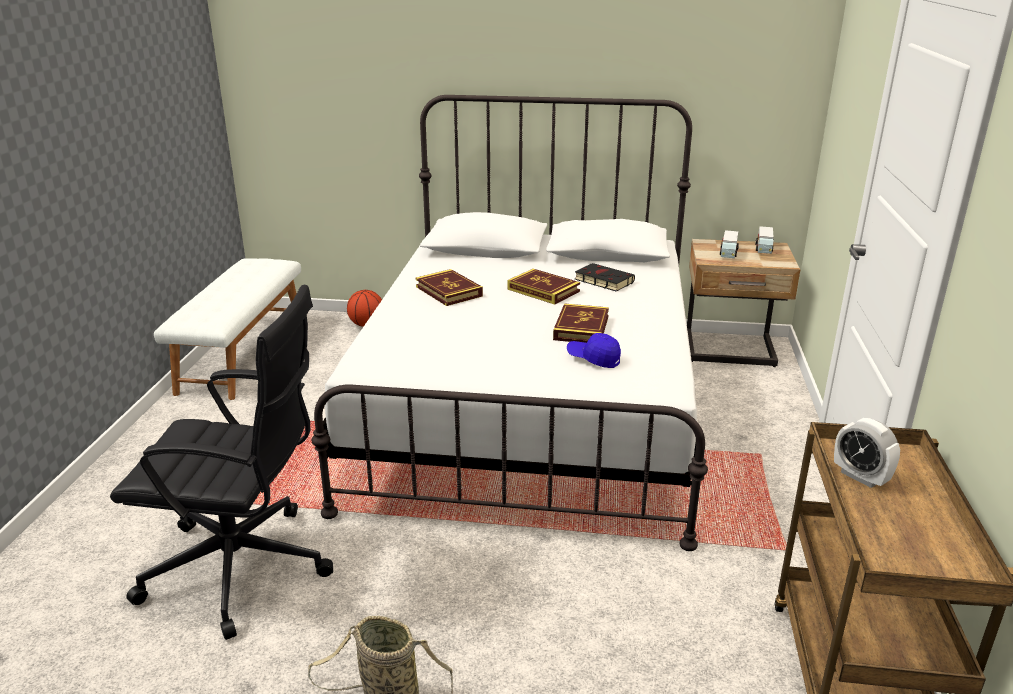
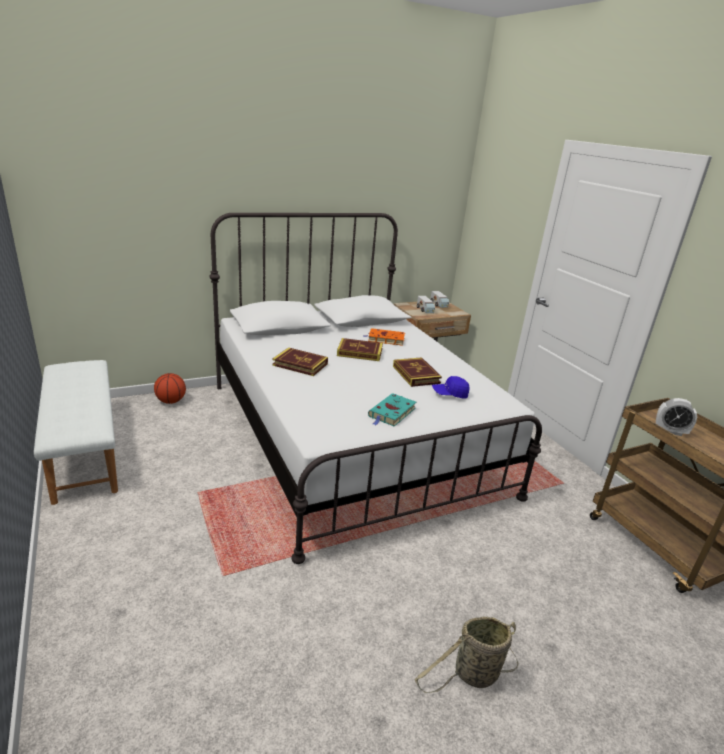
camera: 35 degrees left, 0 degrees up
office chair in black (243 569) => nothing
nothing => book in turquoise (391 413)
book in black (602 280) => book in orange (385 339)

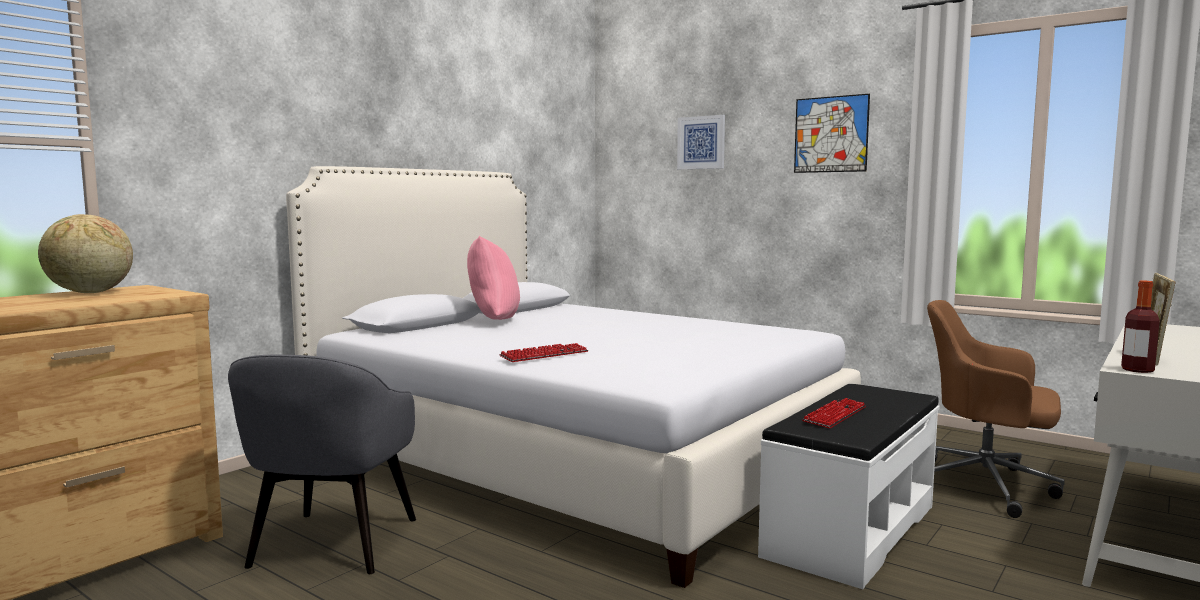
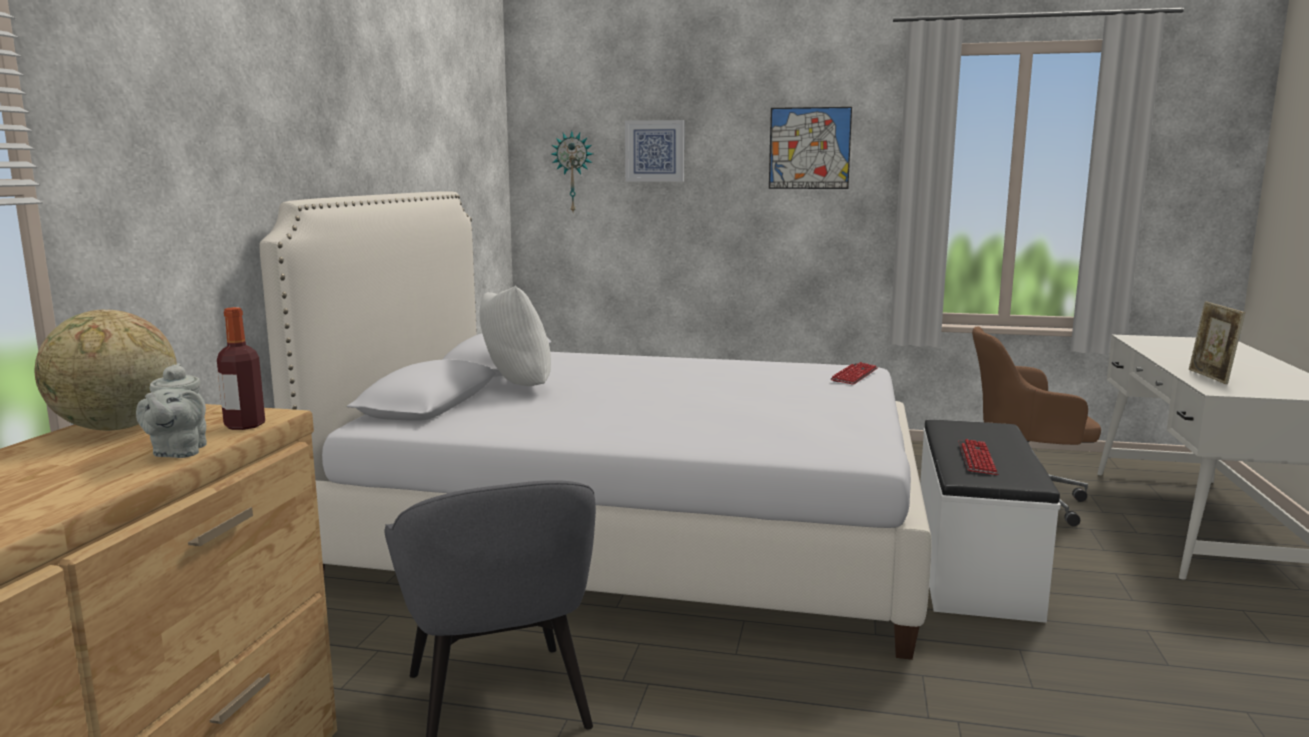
camera: 25 degrees left, 5 degrees up
nothing => teapot in grey (178 452)
nothing => wall clock (573 172)
keyboard (544 355) => keyboard (854 375), relocated
bottle (1137 370) => bottle (244 425), relocated
pillow in pink (492 321) => pillow in white (515 387)

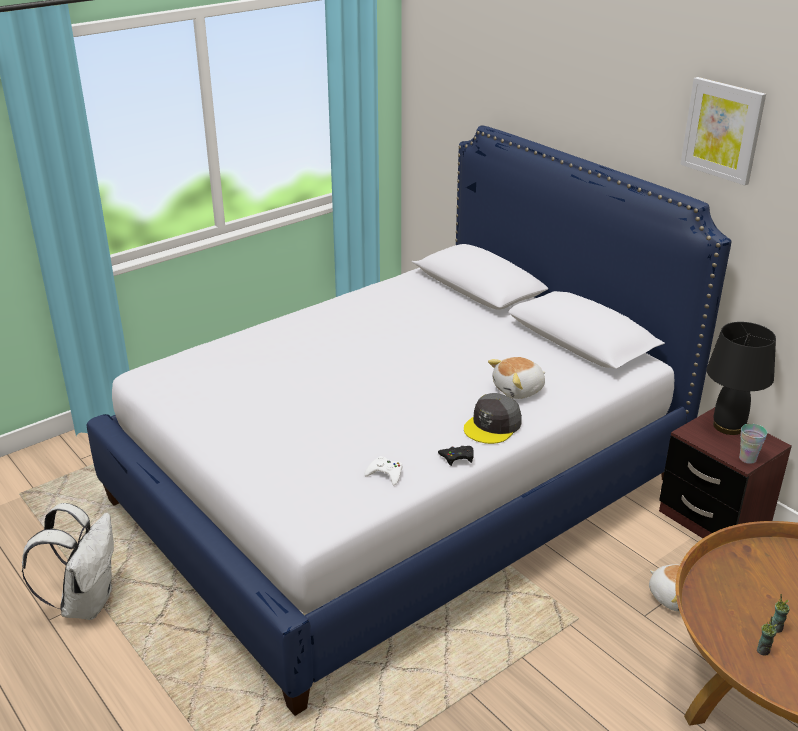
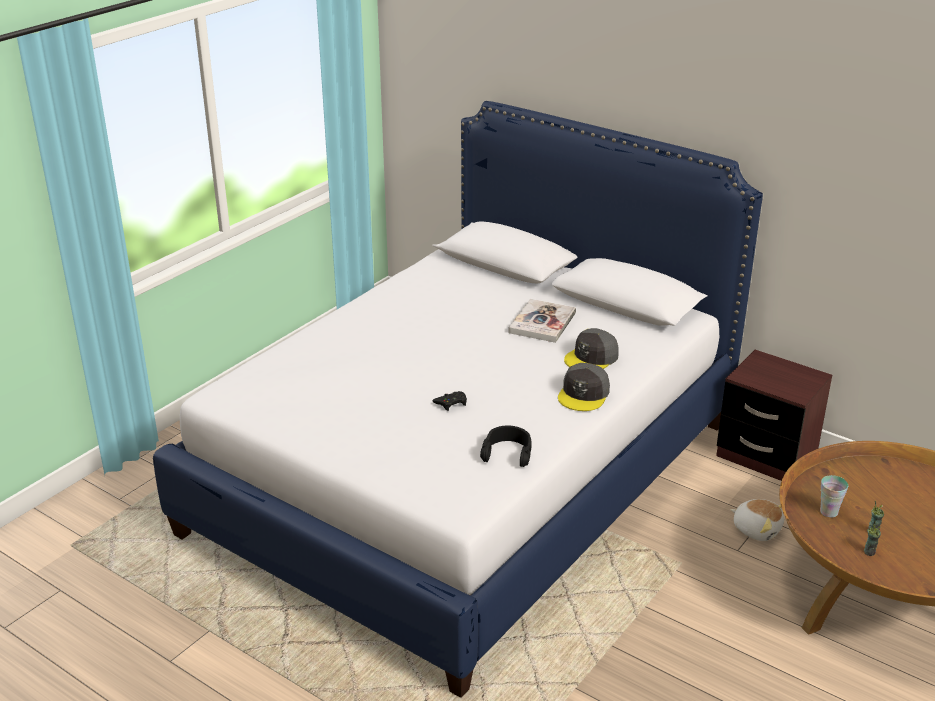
camera: 15 degrees left, 0 degrees up
backpack in white (86 602) => nothing
picture (723 130) => nothing
table lamp in black (728 426) => nothing
nothing => book (542 323)
game controller in black (457 457) => game controller in black (451 403), relocated
cup (747 458) => cup (828 512), relocated
game controller in white (385 474) => headphones in black (507 453)
plush toy (519 390) => cap in grey (592 358)

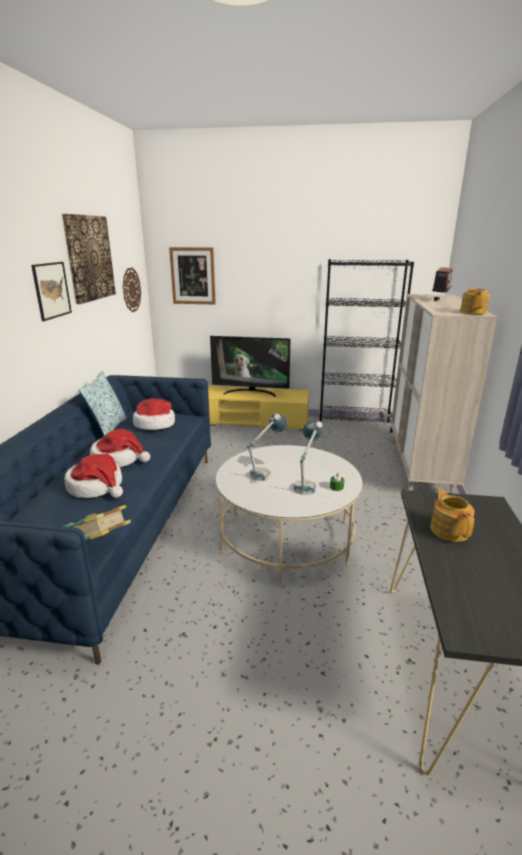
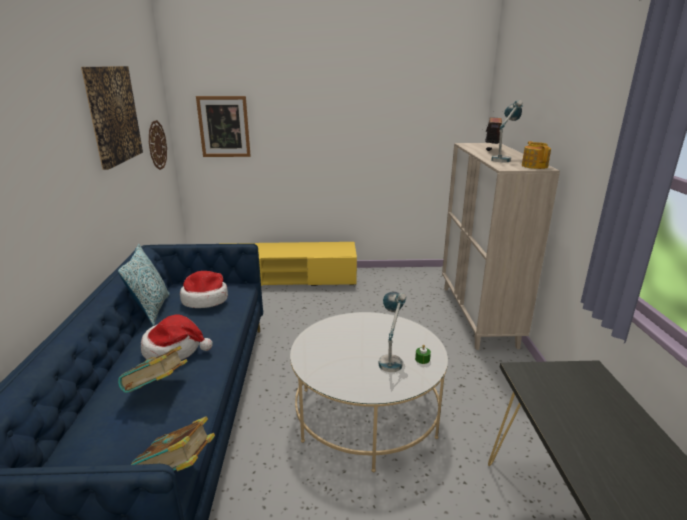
camera: 10 degrees left, 0 degrees up
picture (51 290) => nothing
television (251 392) => nothing
bookcase in black (354 425) => nothing
teapot (449 530) => nothing
table lamp (266 472) => table lamp (503 159), relocated
hat (96 486) => book (157 389)

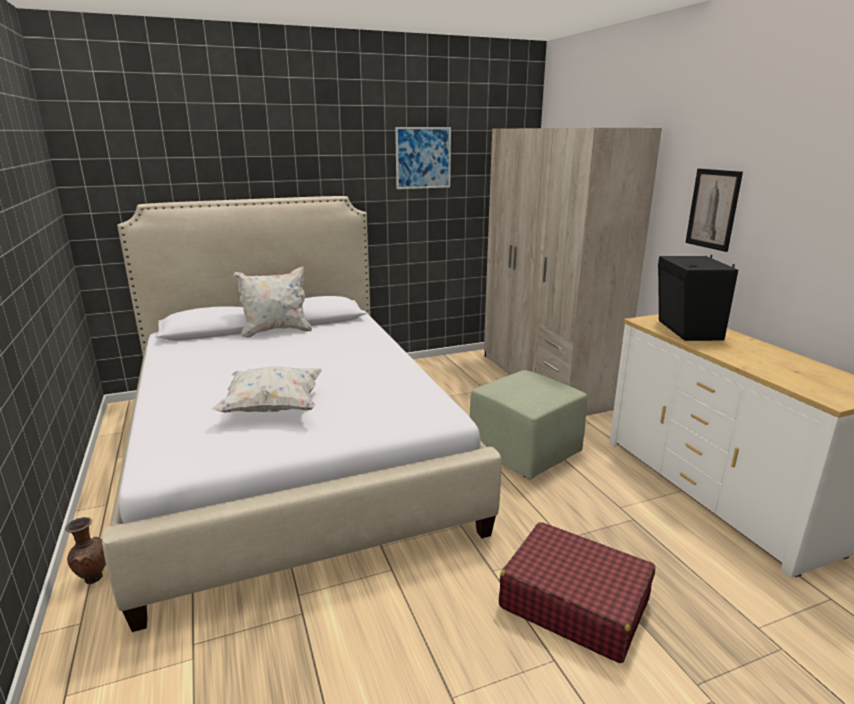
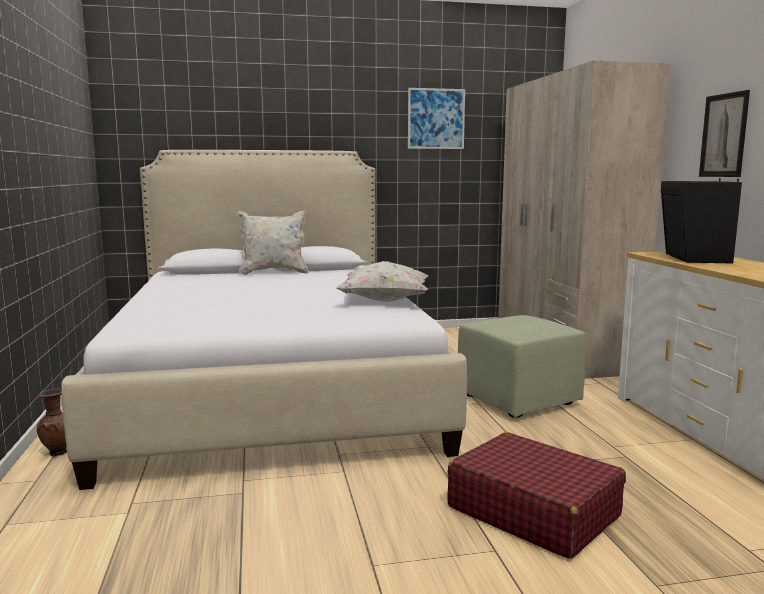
camera: 10 degrees right, 10 degrees down
pillow in white (273 408) => pillow in white (384 301), relocated

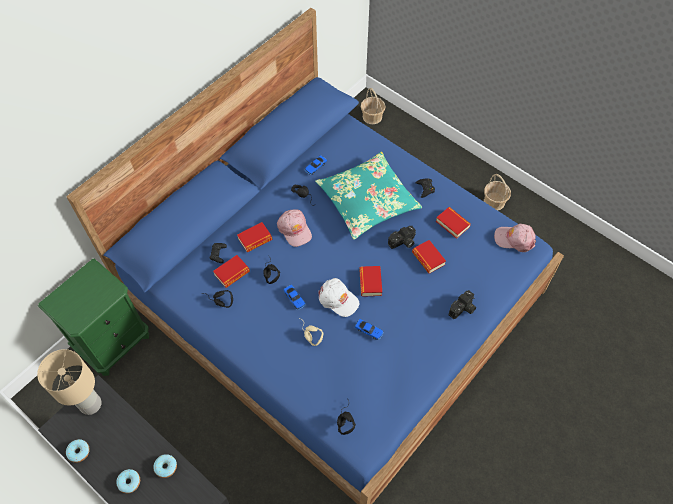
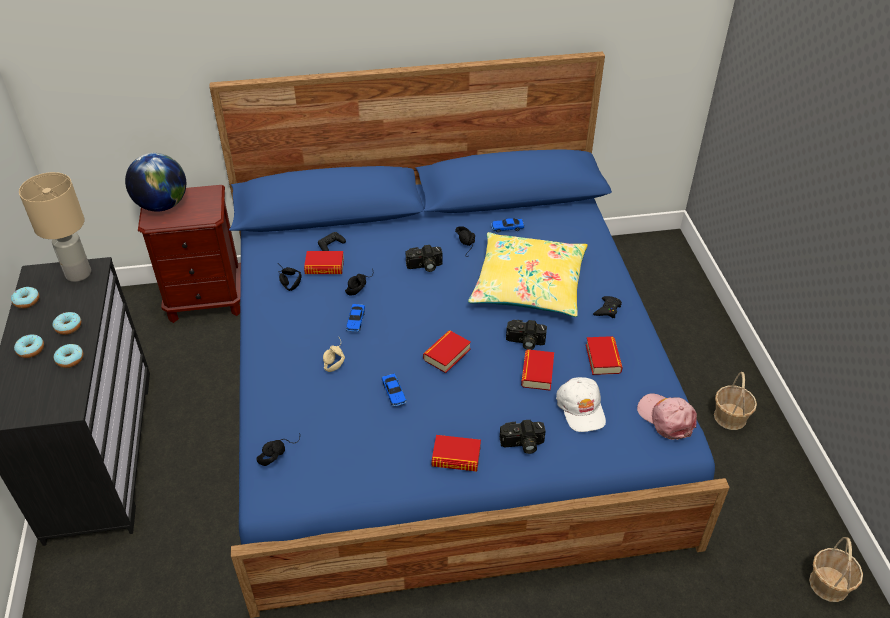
camera: 40 degrees right, 15 degrees down
nothing => donut (68 327)
nothing => globe (162 205)
book (255 239) => book (456 457), relocated
cap in white (338 299) => cap in white (581 408), relocated
basket (372 117) => basket (828 584), relocated
cap in pink (294 229) => photo camera (424 266)
nightstand in green (114 342) => nightstand in brown (206 300)
pillow in turquoise (367 201) => pillow in yellow (528 285)

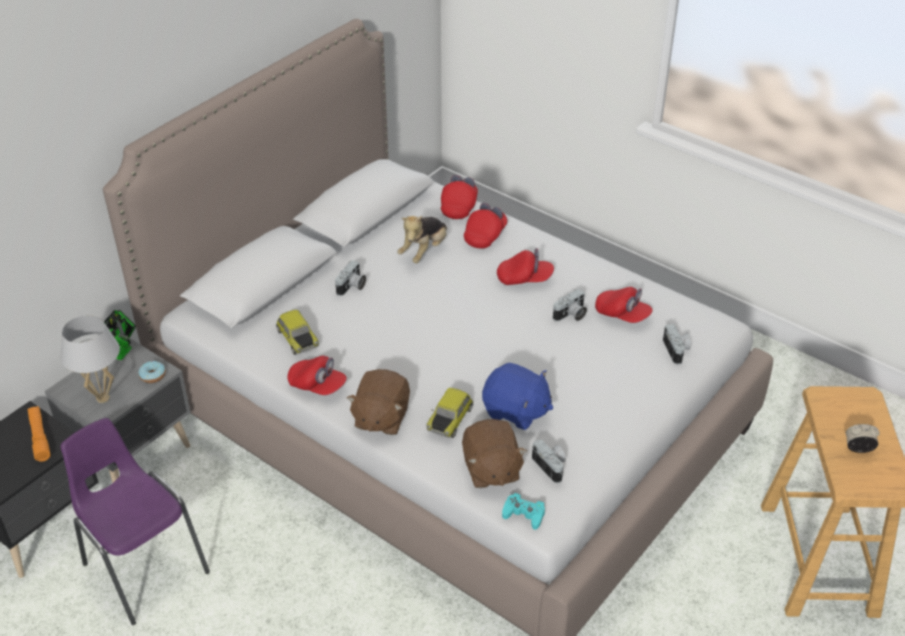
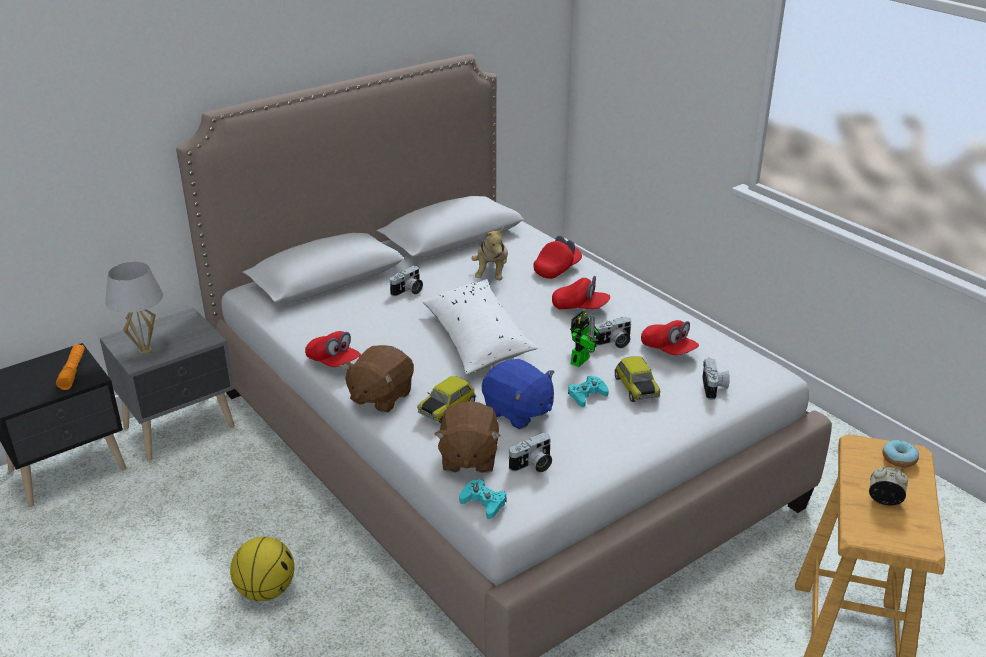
camera: 15 degrees right, 10 degrees down
chair in purple (143 567) => nothing
cap in red (459 206) => nothing
nothing => basketball (266 590)
nothing => pillow in white (477 339)
nothing => game controller in turquoise (587 395)
toy robot (124 350) => toy robot (581 359), relocated
donut (152 376) => donut (899 459), relocated
toy car (297 339) => toy car (635 388), relocated
plush toy (424 251) => plush toy (491 273), 45 degrees counterclockwise
photo camera (551 466) => photo camera (533 465), 75 degrees clockwise

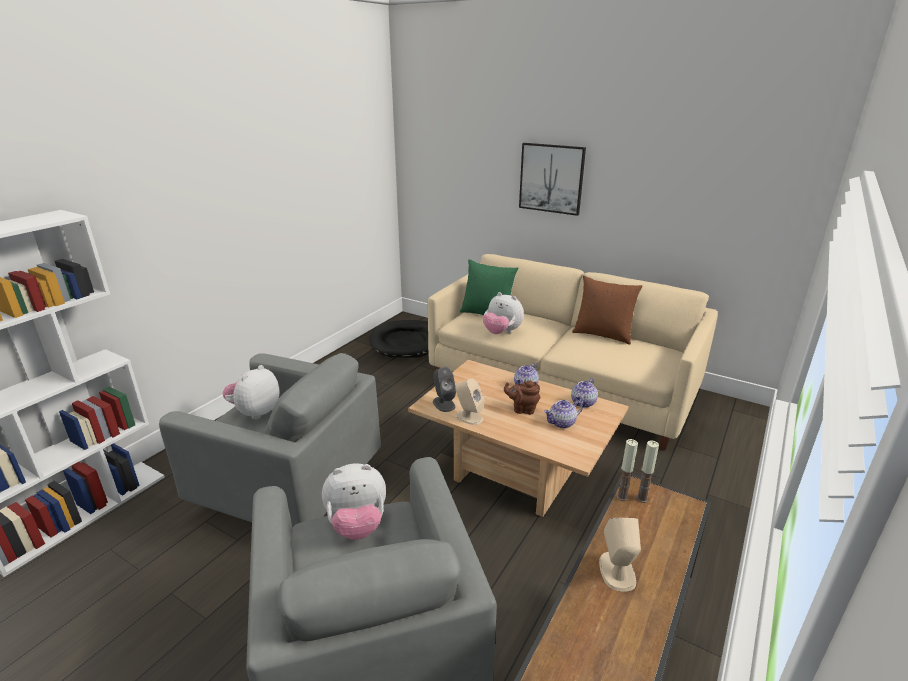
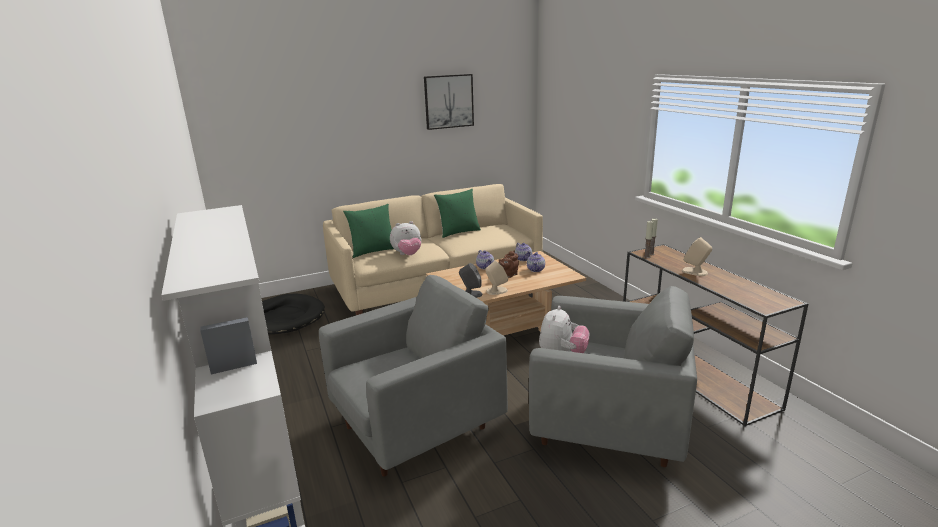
camera: 55 degrees left, 5 degrees down
plush toy (255 412) => nothing
picture (551 178) => picture (448 101), relocated
pillow in brown (603 334) => pillow in green (458 232)

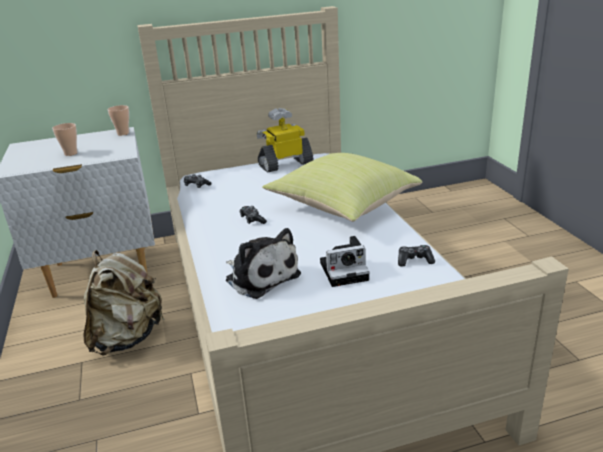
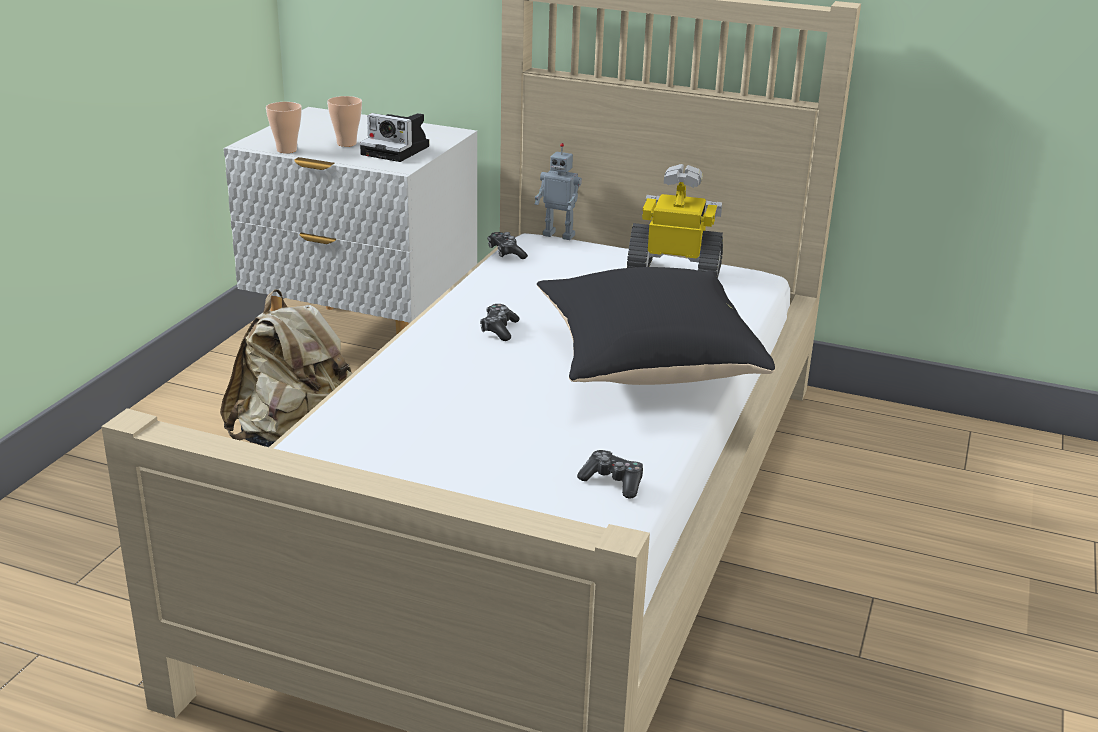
camera: 35 degrees right, 0 degrees up
plush toy (260 276) => nothing
nothing => toy robot (559 235)
cup (123 133) => cup (286 150), relocated
photo camera (345 270) => photo camera (398 150), relocated
pillow in yellow (340 206) => pillow in black (645 363)

